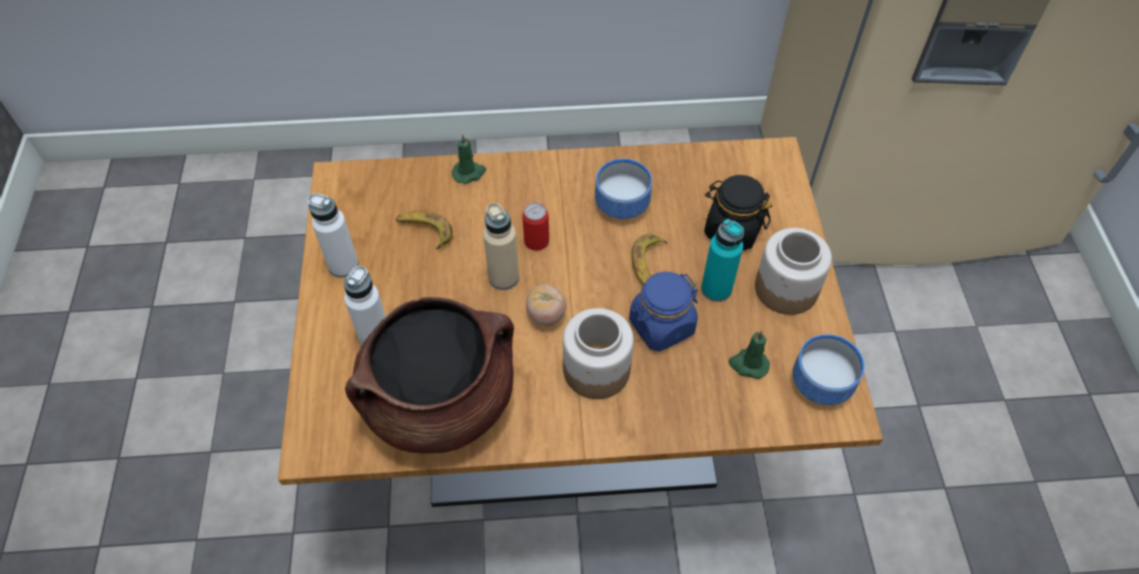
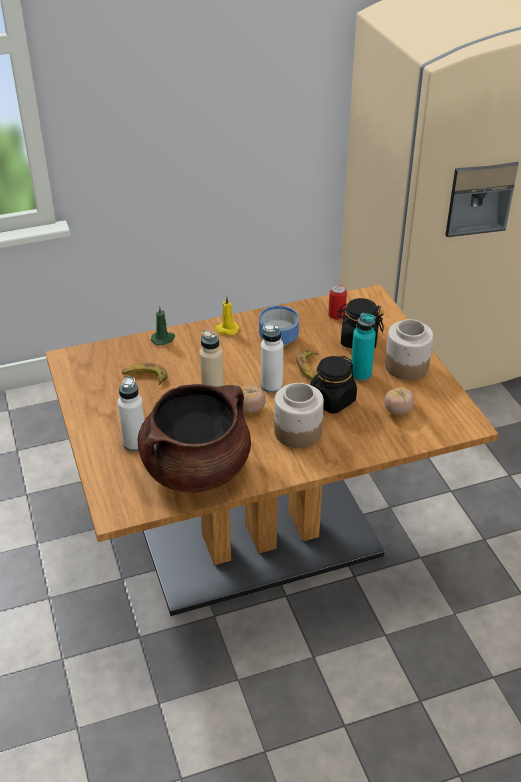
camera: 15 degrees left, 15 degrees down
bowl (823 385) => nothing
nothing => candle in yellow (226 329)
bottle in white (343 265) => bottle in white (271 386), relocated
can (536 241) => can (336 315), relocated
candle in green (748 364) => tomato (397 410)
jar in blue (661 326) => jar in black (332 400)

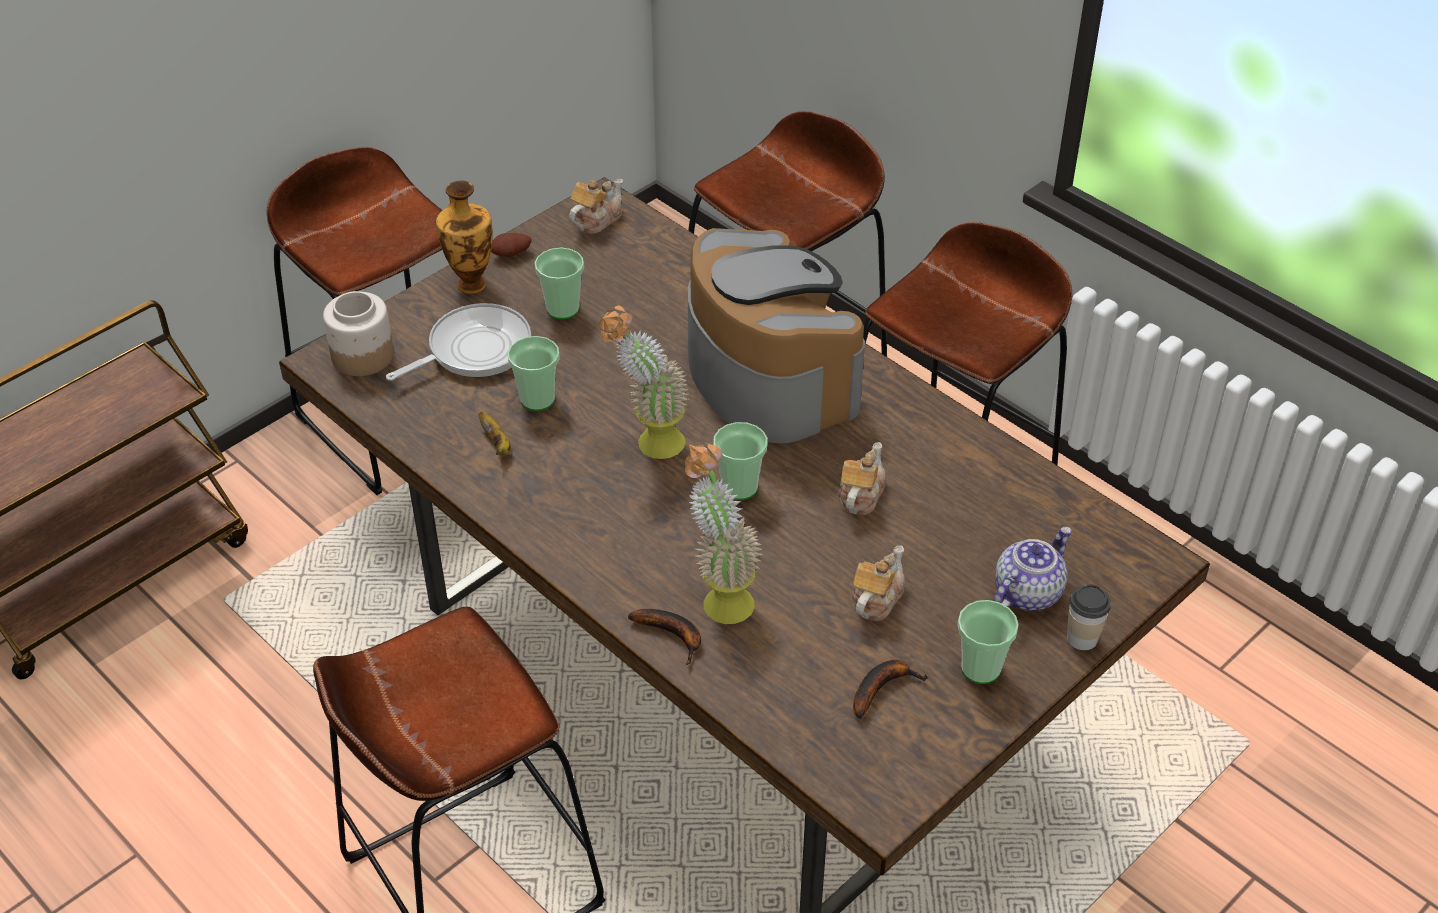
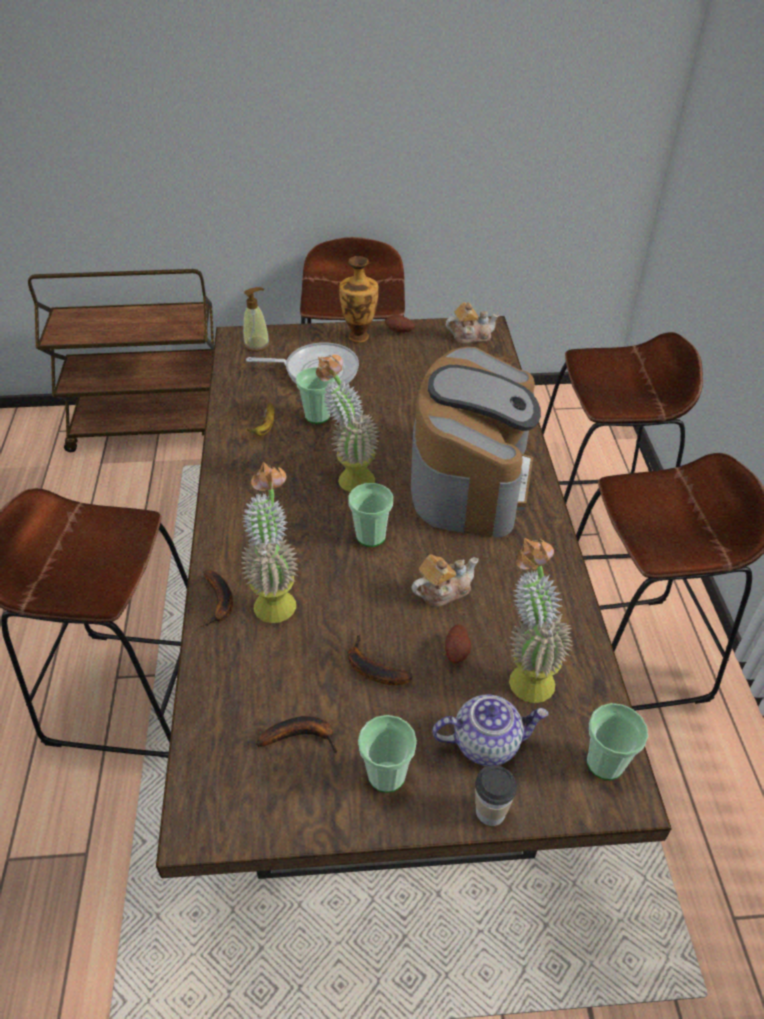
camera: 40 degrees right, 0 degrees up
nothing => potato (457 651)
nothing => potted plant (525 673)
cup (562 309) => cup (605 763), relocated
jar (362 356) => soap dispenser (257 344)
teapot (876 599) => banana (371 669)

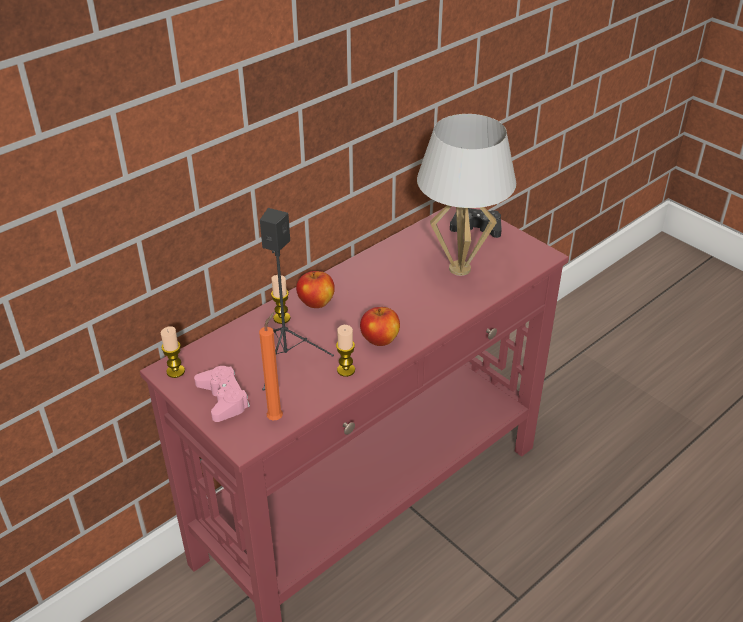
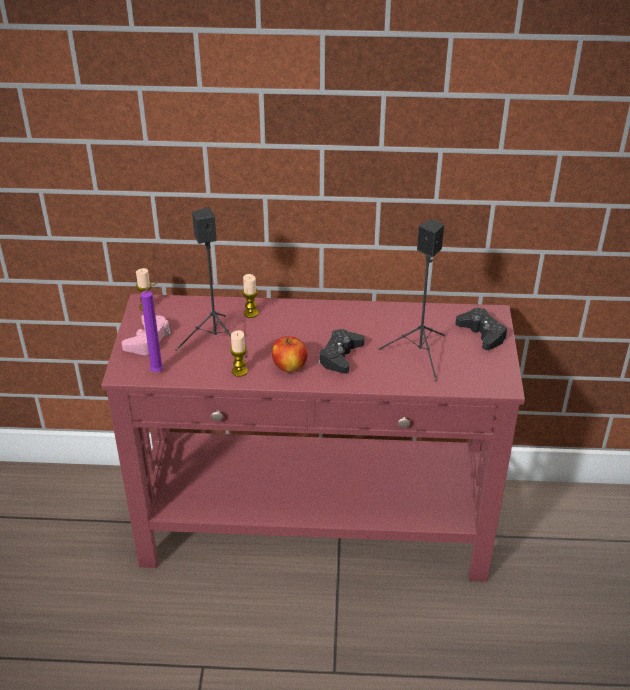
camera: 45 degrees right, 0 degrees up
apple (316 303) => nothing
nothing => game controller in black (340 356)
table lamp in white (459 269) => speaker in black (420 355)
candle in orange (277 417) => candle in purple (159 371)

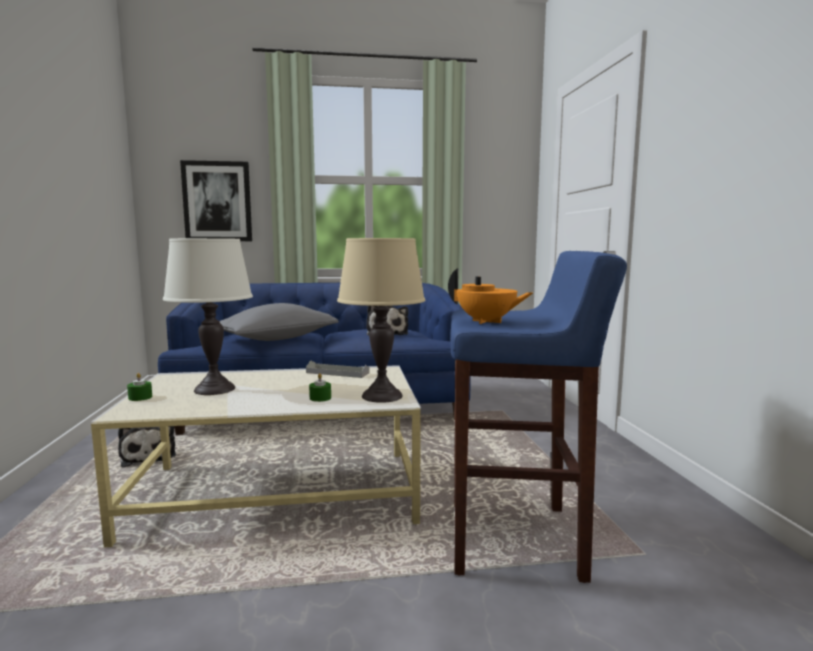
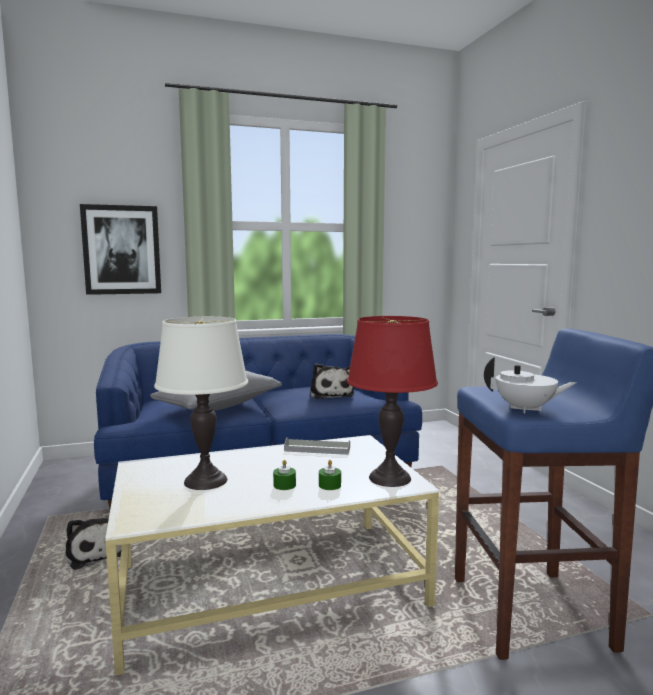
camera: 10 degrees left, 0 degrees up
candle in green (140 397) => candle in green (284 485), relocated
table lamp in beige (382 396) => table lamp in red (390 478)
teapot in orange (486 322) => teapot in white (525 409)

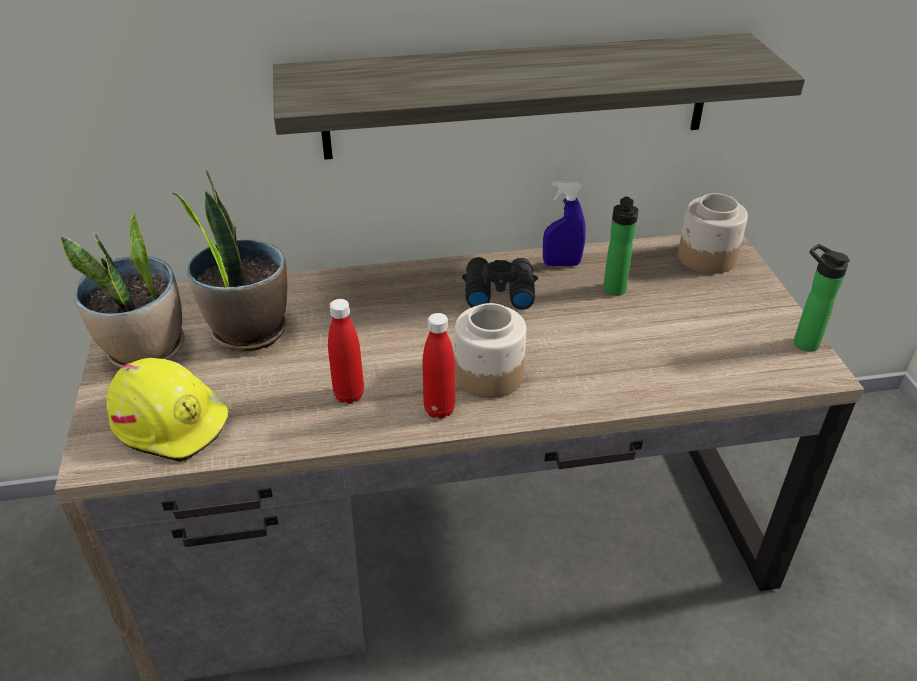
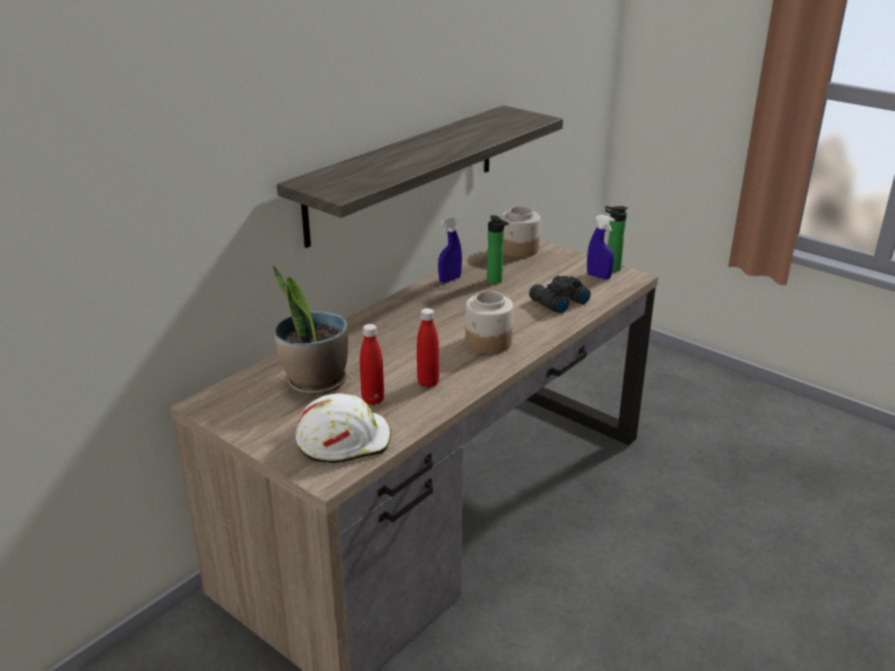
camera: 40 degrees left, 10 degrees down
potted plant (146 350) => nothing
nothing => spray bottle in blue (598 276)
bottle in red (439 410) => bottle in red (373 400), relocated
binoculars in black (497 291) => binoculars in black (557 301), relocated
hard hat in yellow (172 421) => hard hat in white (344 440)

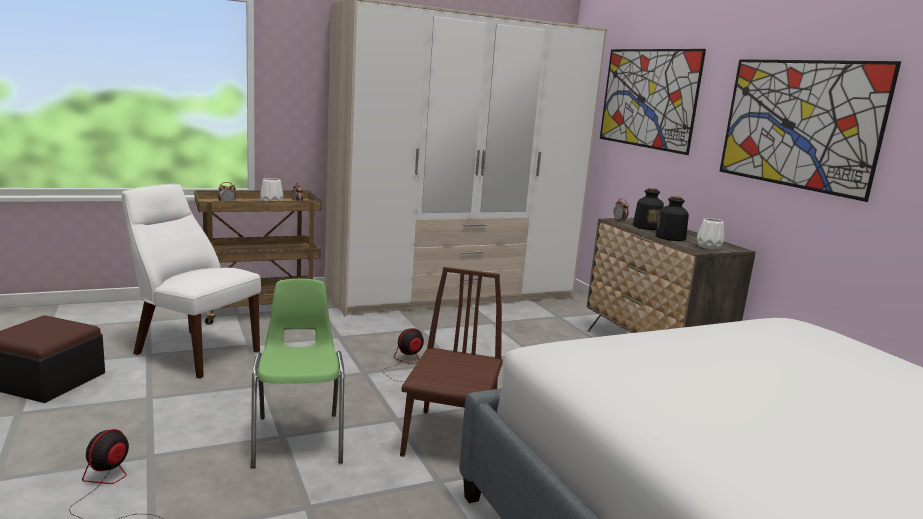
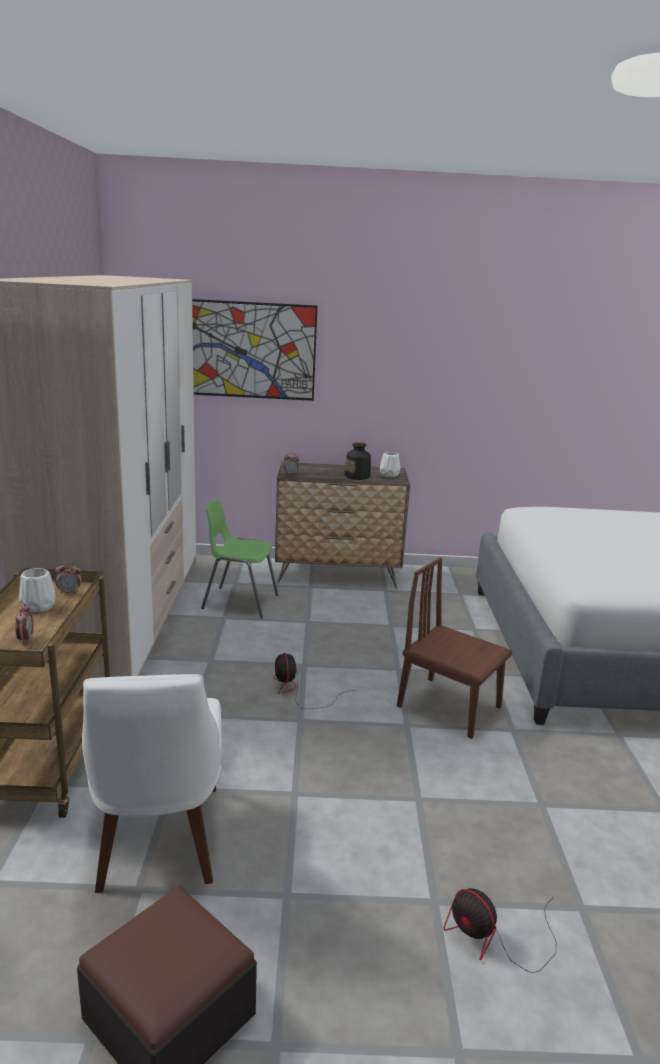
camera: 65 degrees left, 5 degrees up
bottle (646 227) => nothing
picture (798 124) => nothing
chair in green (298 439) => chair in green (239 602), relocated
chair in white (193 351) => chair in white (158 842), 60 degrees counterclockwise

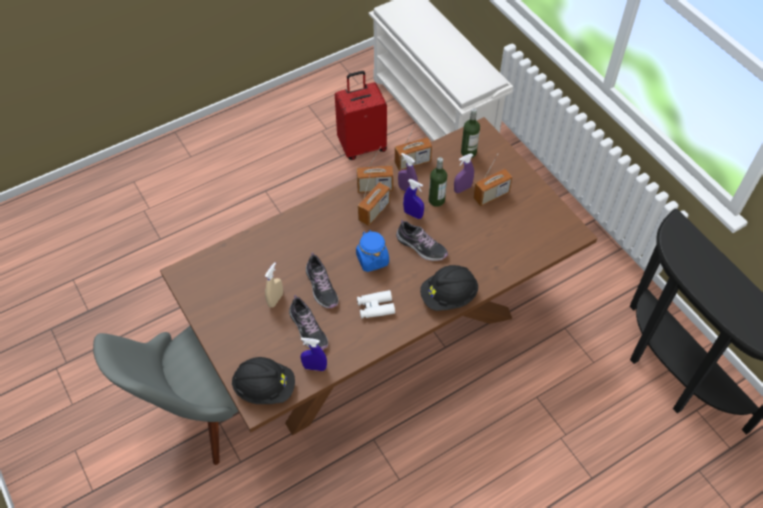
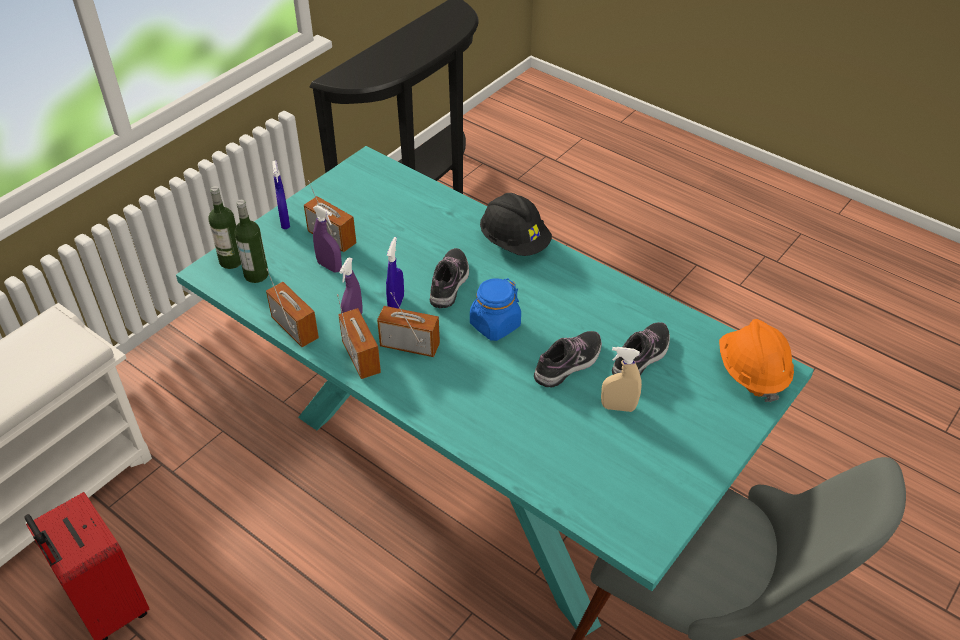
camera: 110 degrees left, 10 degrees down
binoculars in white (375 307) => nothing
spray bottle in blue (314 367) => spray bottle in blue (285 222), relocated
bottle (436 200) => bottle (231 261), relocated
dining table in brown (380 332) => dining table in turquoise (478 466)
hard hat in black (265 387) => hard hat in orange (752 372)

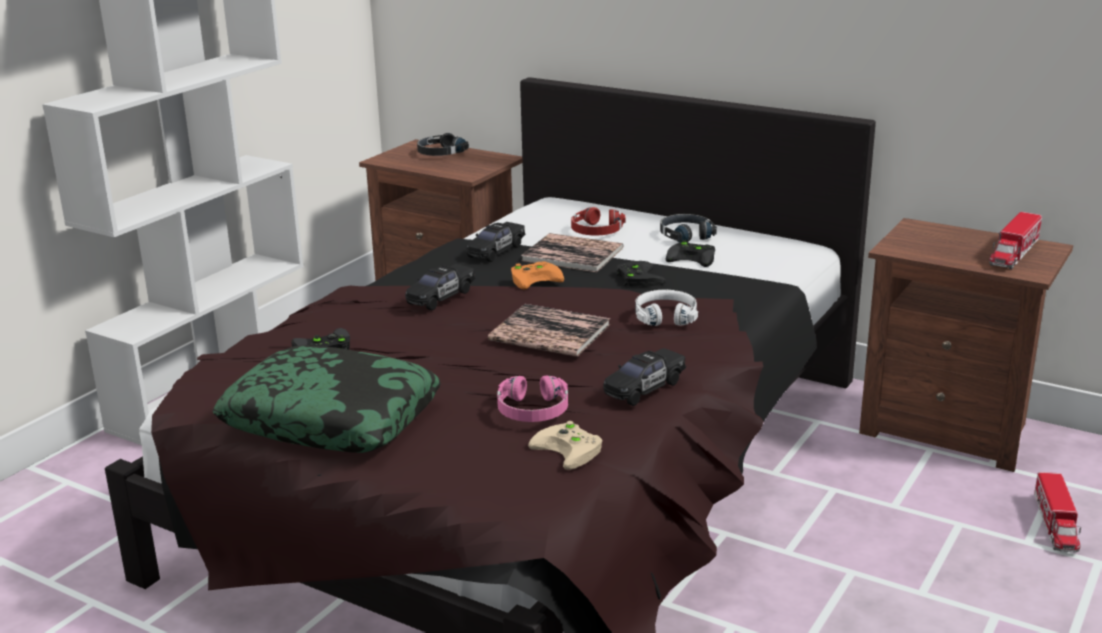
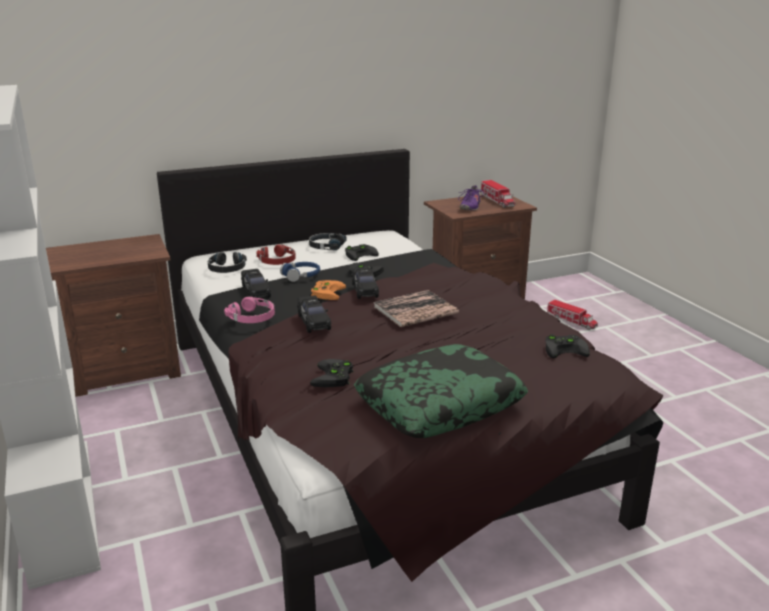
camera: 55 degrees left, 0 degrees up
headphones in white (665 316) => nothing
nothing => shoe in purple (469 207)
headphones in black (440 153) => headphones in black (227 269), relocated
headphones in pink (533 410) => headphones in pink (252 317), relocated
toy car in black (643 388) => toy car in black (365 290), relocated
book (572 254) => headphones in blue (301 276)
game controller in beige (571 450) => game controller in black (566 349)

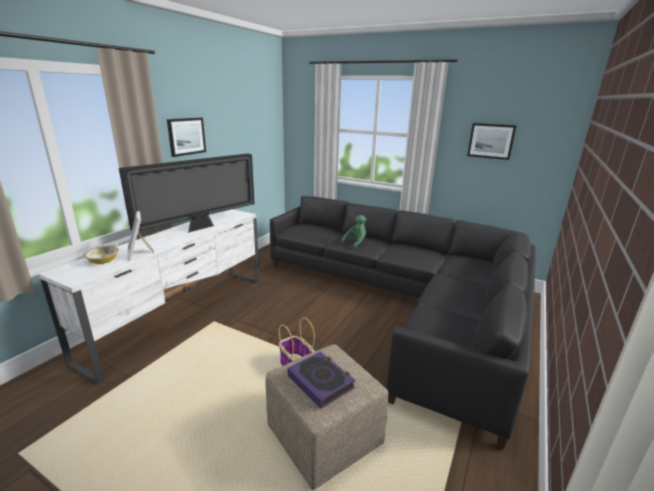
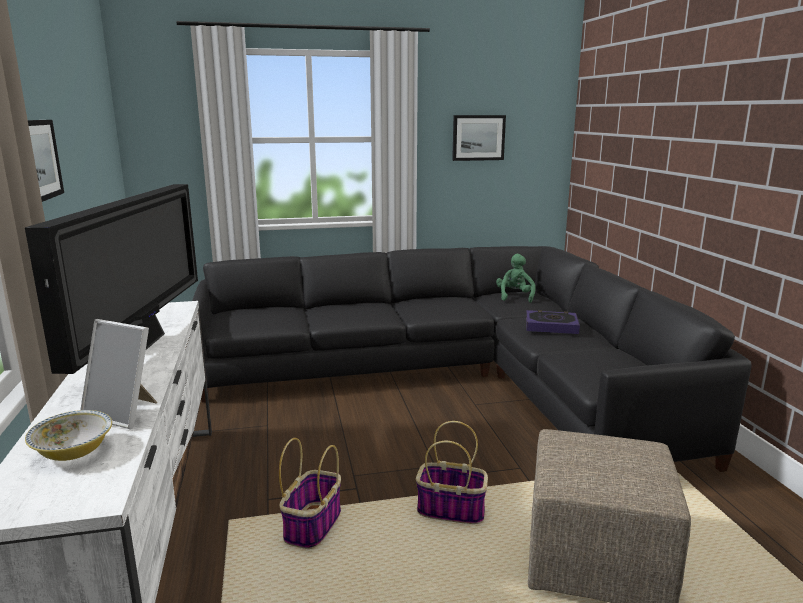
camera: 40 degrees left, 5 degrees down
nothing => basket (313 525)
book (320 382) => book (551 326), relocated
plush toy in green (356 242) => plush toy in green (515 296), relocated

